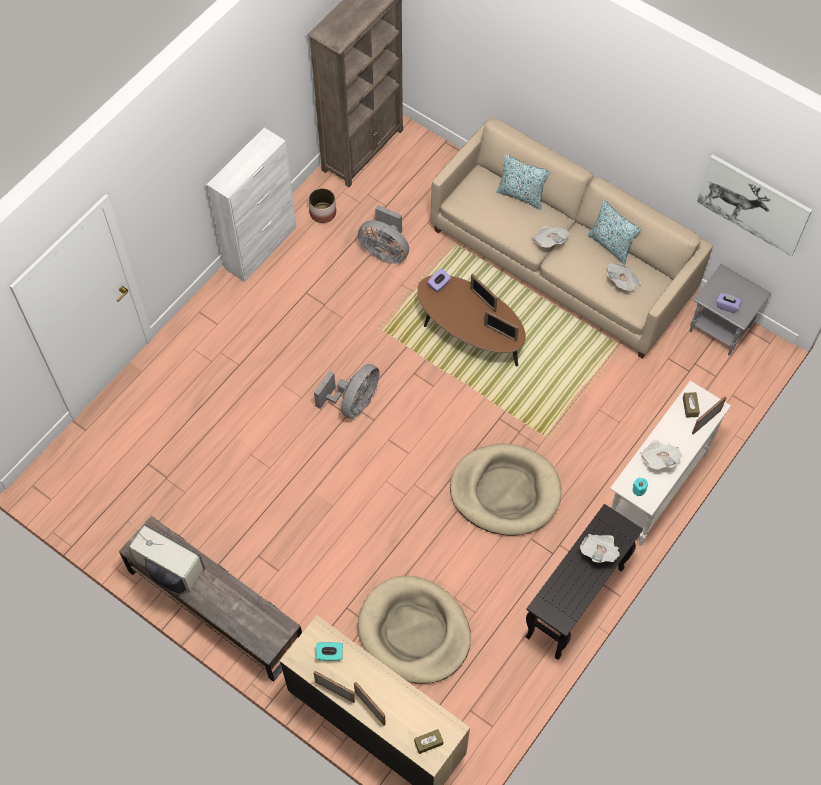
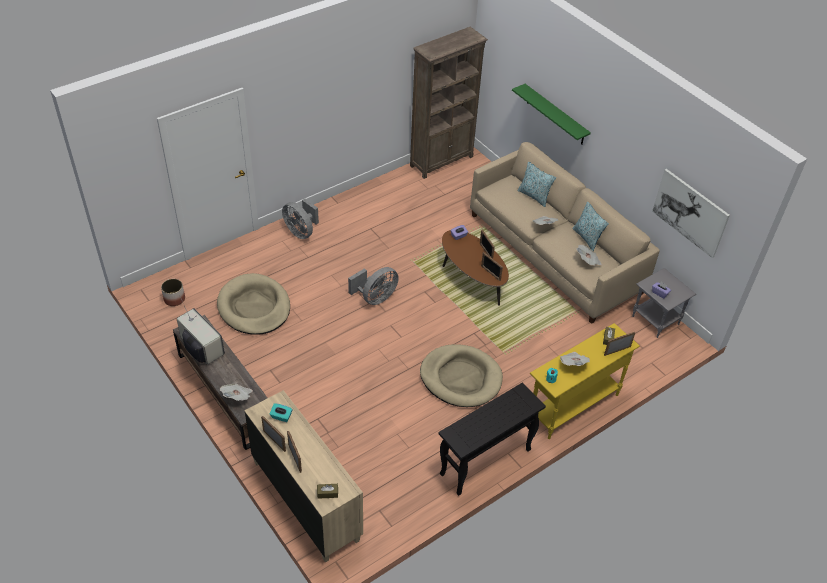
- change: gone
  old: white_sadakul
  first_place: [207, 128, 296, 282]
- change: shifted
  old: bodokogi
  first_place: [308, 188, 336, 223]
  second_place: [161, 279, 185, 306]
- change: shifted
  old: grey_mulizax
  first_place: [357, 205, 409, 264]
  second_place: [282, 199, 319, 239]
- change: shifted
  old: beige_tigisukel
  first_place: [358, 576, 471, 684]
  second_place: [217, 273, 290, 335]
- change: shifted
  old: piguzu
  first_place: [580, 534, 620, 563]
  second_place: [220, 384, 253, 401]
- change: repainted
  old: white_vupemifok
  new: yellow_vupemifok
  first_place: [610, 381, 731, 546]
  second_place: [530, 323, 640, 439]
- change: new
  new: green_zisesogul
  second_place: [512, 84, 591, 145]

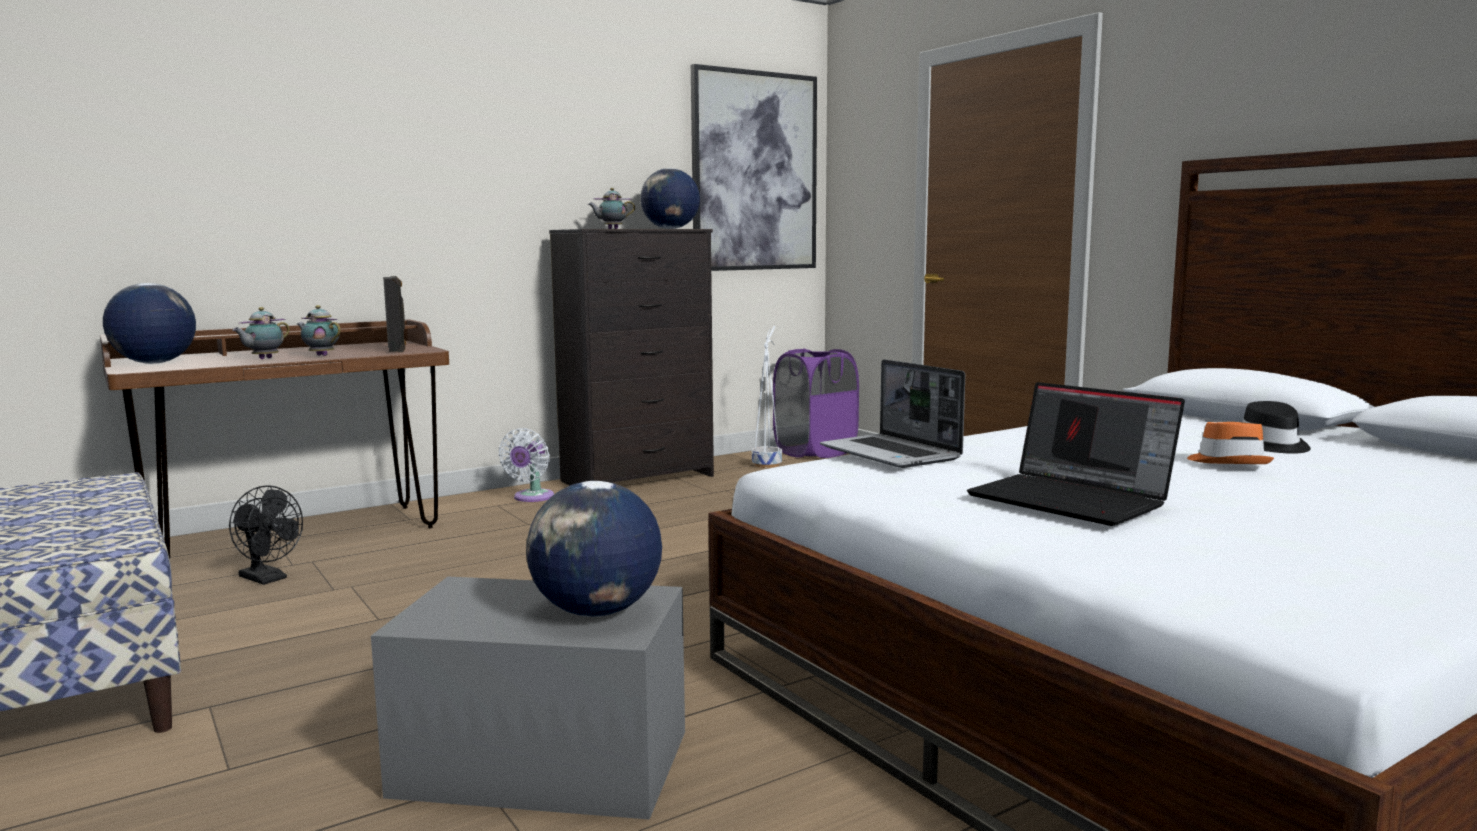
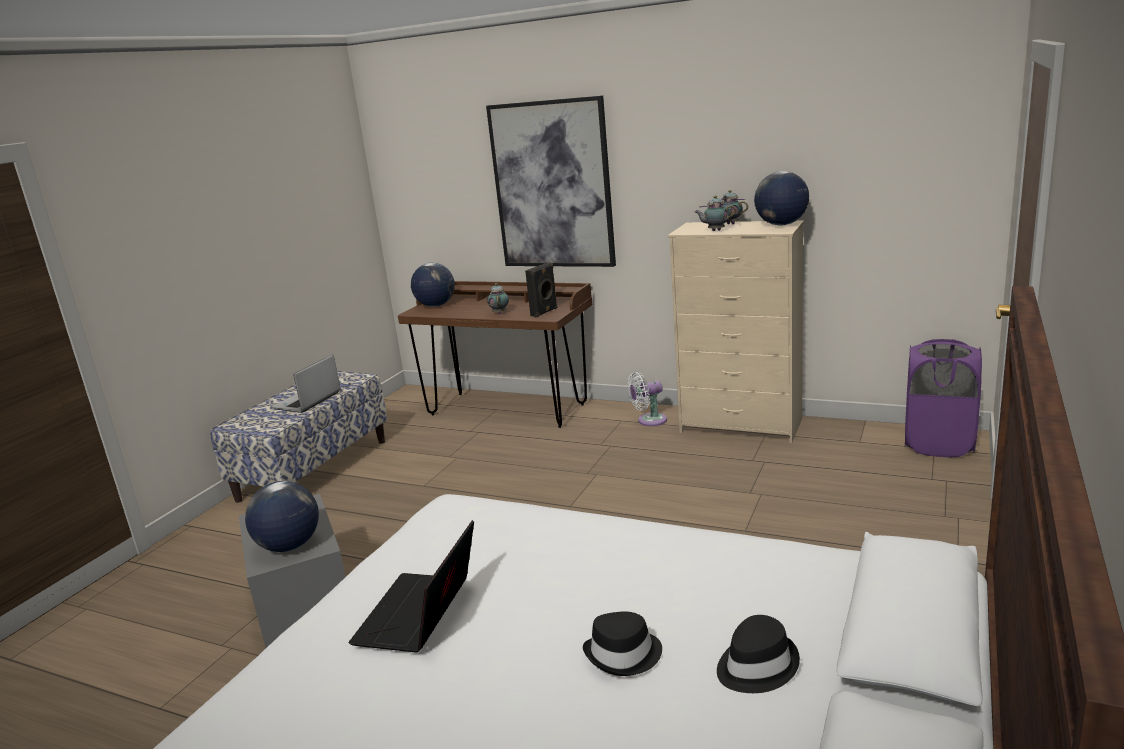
- change: gone
  old: black_mulizax
  first_place: [229, 485, 303, 585]
- change: shifted
  old: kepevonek
  first_place: [232, 307, 290, 359]
  second_place: [695, 196, 736, 231]
- change: repainted
  old: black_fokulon
  new: beige_fokulon
  first_place: [549, 229, 714, 486]
  second_place: [668, 220, 804, 443]
- change: shifted
  old: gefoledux
  first_place: [691, 64, 817, 271]
  second_place: [486, 95, 616, 267]
- change: gone
  old: white_bodokogi
  first_place: [752, 326, 782, 468]
- change: shifted
  old: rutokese
  first_place: [820, 359, 965, 468]
  second_place: [272, 354, 341, 413]
- change: repainted
  old: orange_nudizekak
  new: black_nudizekak
  first_place: [1187, 422, 1274, 464]
  second_place: [583, 612, 662, 676]

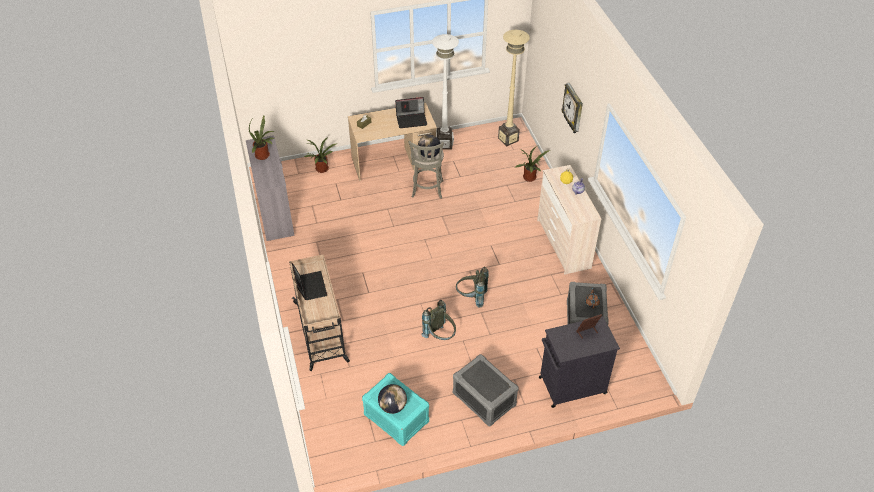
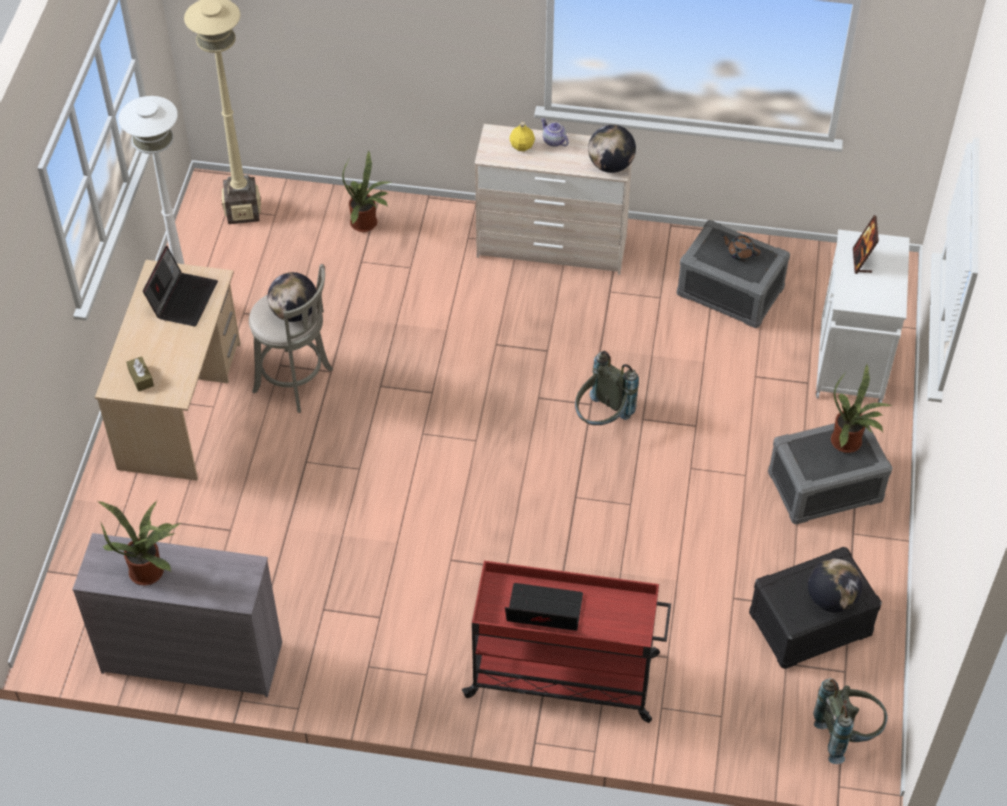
- change: repainted
  old: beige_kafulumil
  new: red_kafulumil
  first_place: [289, 254, 350, 371]
  second_place: [462, 561, 671, 723]
- change: shifted
  old: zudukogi
  first_place: [304, 137, 338, 173]
  second_place: [831, 364, 892, 453]
- change: repainted
  old: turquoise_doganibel
  new: black_doganibel
  first_place: [362, 373, 429, 446]
  second_place: [749, 547, 882, 669]
- change: shifted
  old: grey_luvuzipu
  first_place: [421, 300, 456, 340]
  second_place: [813, 678, 888, 764]
- change: repainted
  old: black_sadakul
  new: white_sadakul
  first_place: [539, 316, 620, 408]
  second_place: [816, 229, 910, 403]
- change: gone
  old: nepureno
  first_place: [561, 83, 583, 133]
- change: new
  new: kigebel
  second_place: [588, 125, 636, 173]

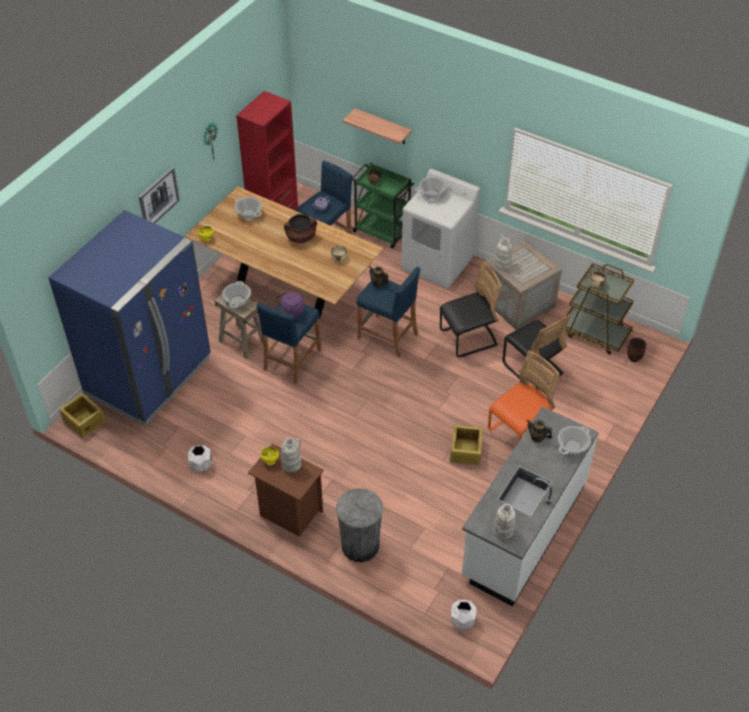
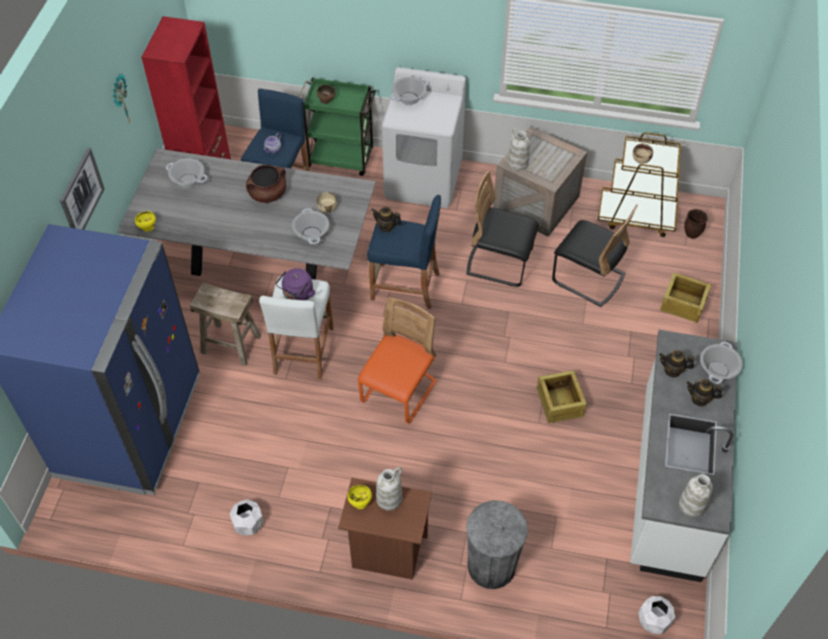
- change: shifted
  old: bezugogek
  first_place: [59, 393, 106, 438]
  second_place: [660, 272, 712, 323]
- change: repainted
  old: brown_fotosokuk
  new: grey_fotosokuk
  first_place: [185, 186, 384, 320]
  second_place: [117, 148, 376, 280]
- change: shifted
  old: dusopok
  first_place: [222, 281, 251, 308]
  second_place: [292, 208, 329, 245]
- change: repainted
  old: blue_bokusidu
  new: white_bokusidu
  first_place: [256, 302, 321, 383]
  second_place: [259, 276, 334, 380]
- change: gone
  old: zisesogul
  first_place: [343, 108, 412, 144]
- change: rotated
  old: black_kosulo
  first_place: [439, 262, 501, 358]
  second_place: [466, 170, 539, 287]
  degrees: -120
- change: shifted
  old: orange_kosulo
  first_place: [488, 351, 560, 441]
  second_place: [358, 297, 437, 424]
- change: new
  new: kepevonek
  second_place: [687, 379, 723, 407]

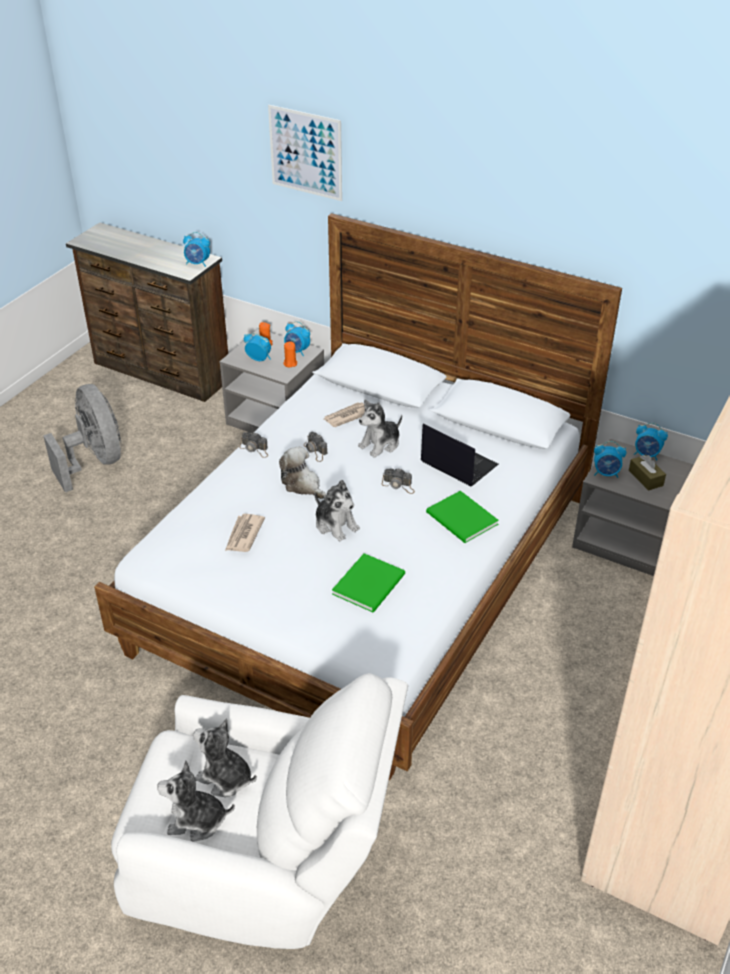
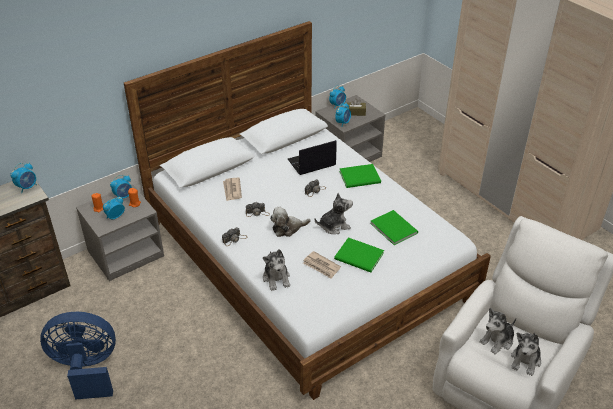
- change: repainted
  old: grey_mulizax
  new: blue_mulizax
  first_place: [43, 384, 121, 492]
  second_place: [40, 312, 116, 400]
- change: gone
  old: gefoledux
  first_place: [268, 105, 342, 201]
- change: shifted
  old: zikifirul
  first_place: [358, 399, 402, 458]
  second_place: [263, 249, 290, 291]
- change: new
  new: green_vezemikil
  second_place: [334, 237, 384, 273]

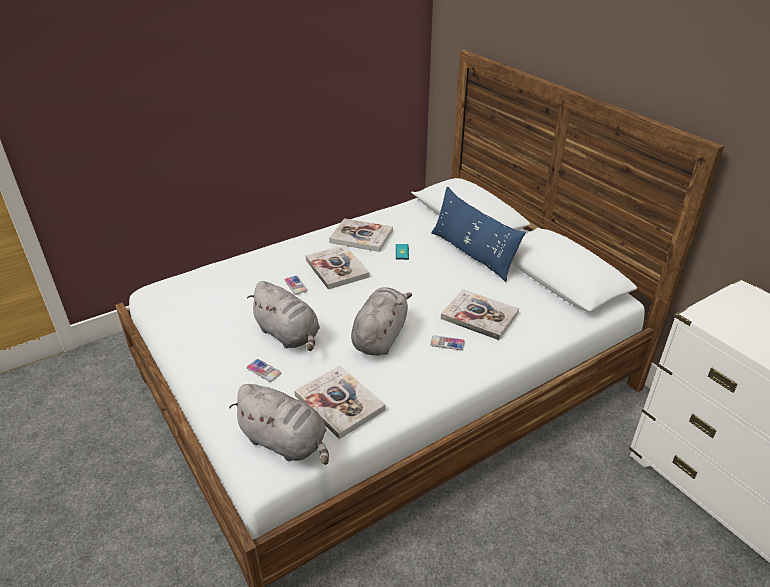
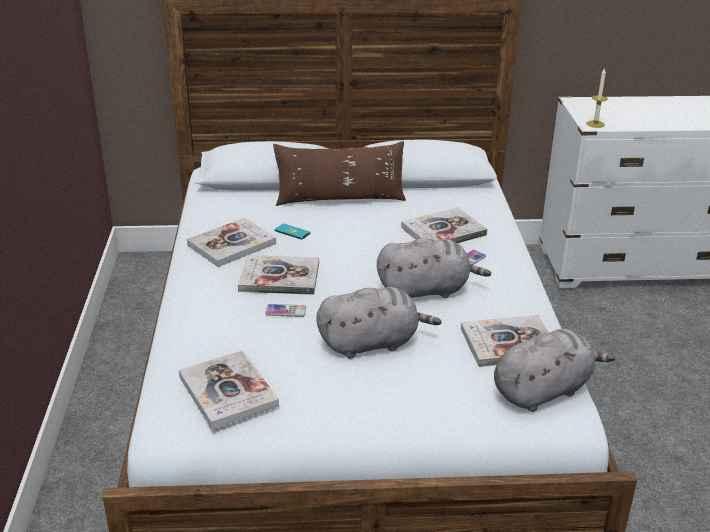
- change: gone
  old: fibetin
  first_place: [247, 359, 281, 382]
- change: rotated
  old: grey_zikifirul
  first_place: [351, 288, 412, 356]
  second_place: [377, 238, 491, 298]
  degrees: 120
- change: repainted
  old: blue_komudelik
  new: brown_komudelik
  first_place: [431, 186, 526, 282]
  second_place: [273, 141, 406, 206]
- change: new
  new: vezemikil
  second_place: [179, 351, 279, 429]
- change: new
  new: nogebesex
  second_place: [587, 68, 608, 128]

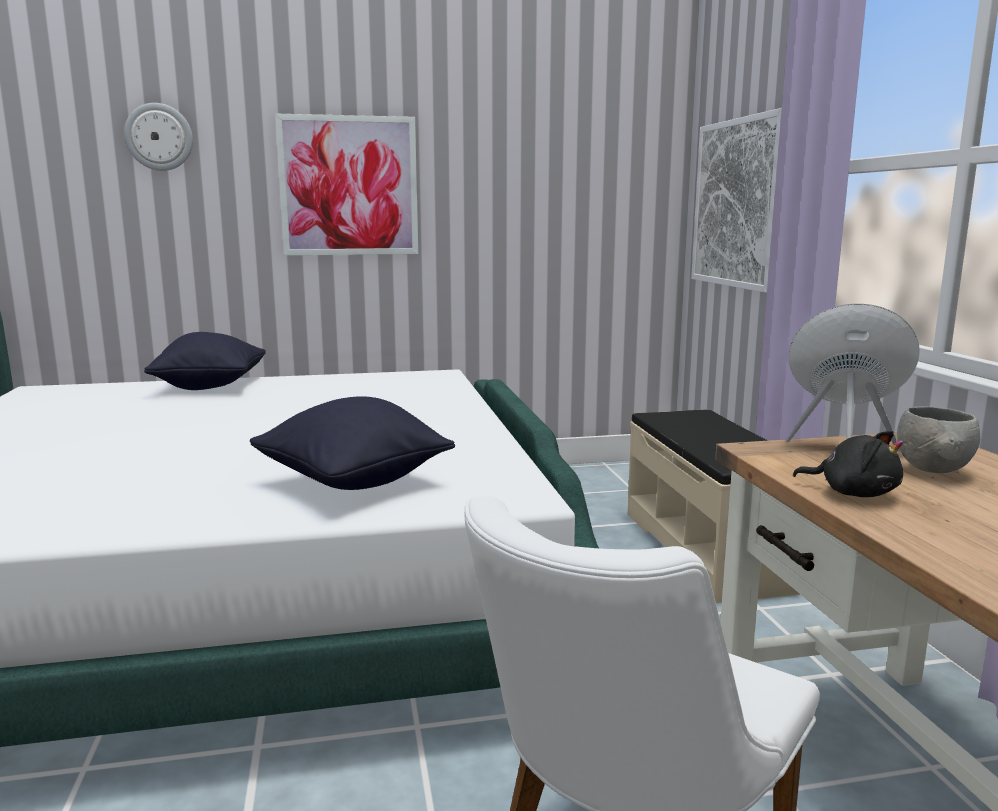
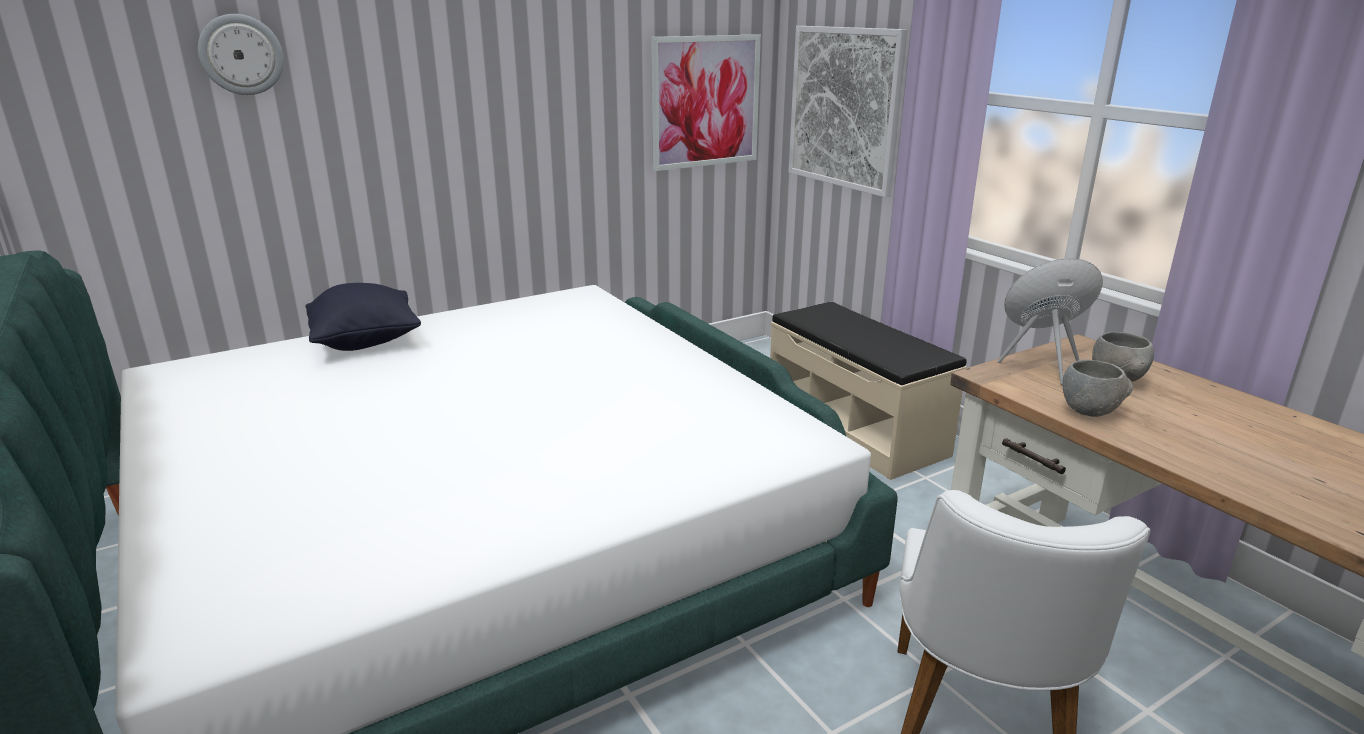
- change: gone
  old: black_komudelik
  first_place: [250, 396, 455, 490]
- change: shifted
  old: gefoledux
  first_place: [275, 114, 418, 255]
  second_place: [651, 34, 761, 171]
- change: swapped
  old: black_zikifirul
  new: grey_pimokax
  first_place: [793, 431, 903, 497]
  second_place: [1062, 360, 1133, 417]

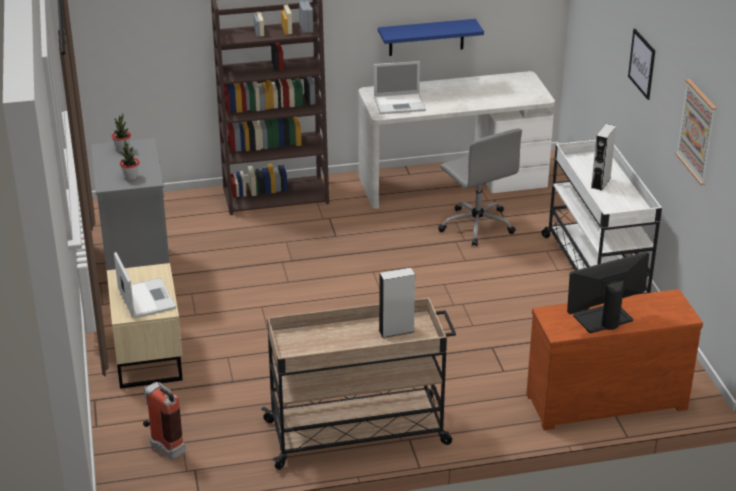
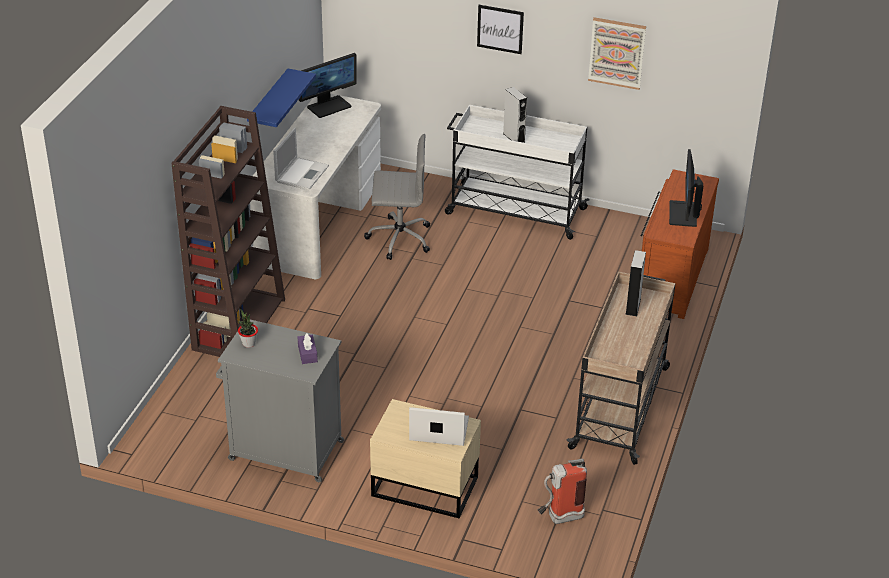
- change: swapped
  old: zudukogi
  new: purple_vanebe
  first_place: [120, 141, 140, 180]
  second_place: [298, 333, 318, 364]
- change: new
  new: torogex
  second_place: [299, 53, 357, 118]

